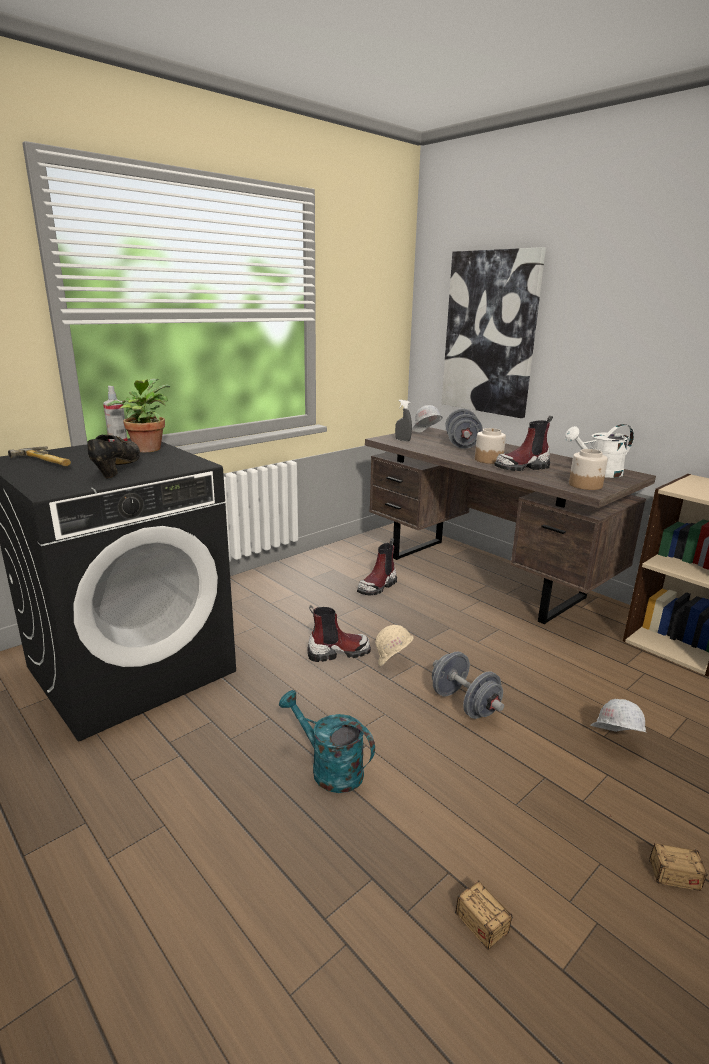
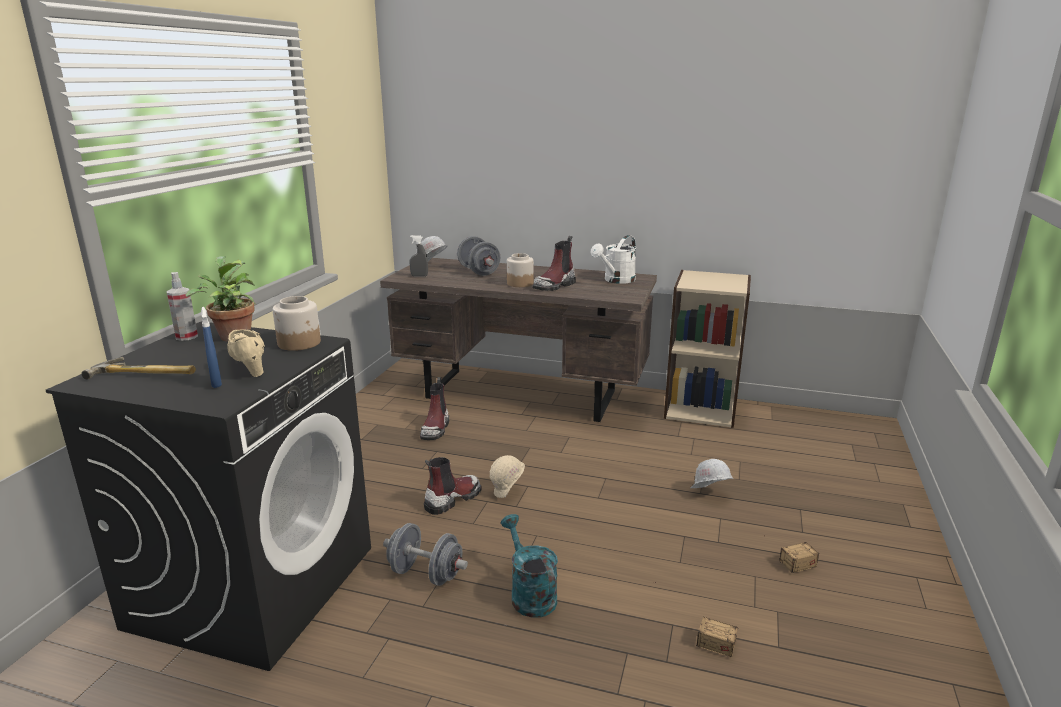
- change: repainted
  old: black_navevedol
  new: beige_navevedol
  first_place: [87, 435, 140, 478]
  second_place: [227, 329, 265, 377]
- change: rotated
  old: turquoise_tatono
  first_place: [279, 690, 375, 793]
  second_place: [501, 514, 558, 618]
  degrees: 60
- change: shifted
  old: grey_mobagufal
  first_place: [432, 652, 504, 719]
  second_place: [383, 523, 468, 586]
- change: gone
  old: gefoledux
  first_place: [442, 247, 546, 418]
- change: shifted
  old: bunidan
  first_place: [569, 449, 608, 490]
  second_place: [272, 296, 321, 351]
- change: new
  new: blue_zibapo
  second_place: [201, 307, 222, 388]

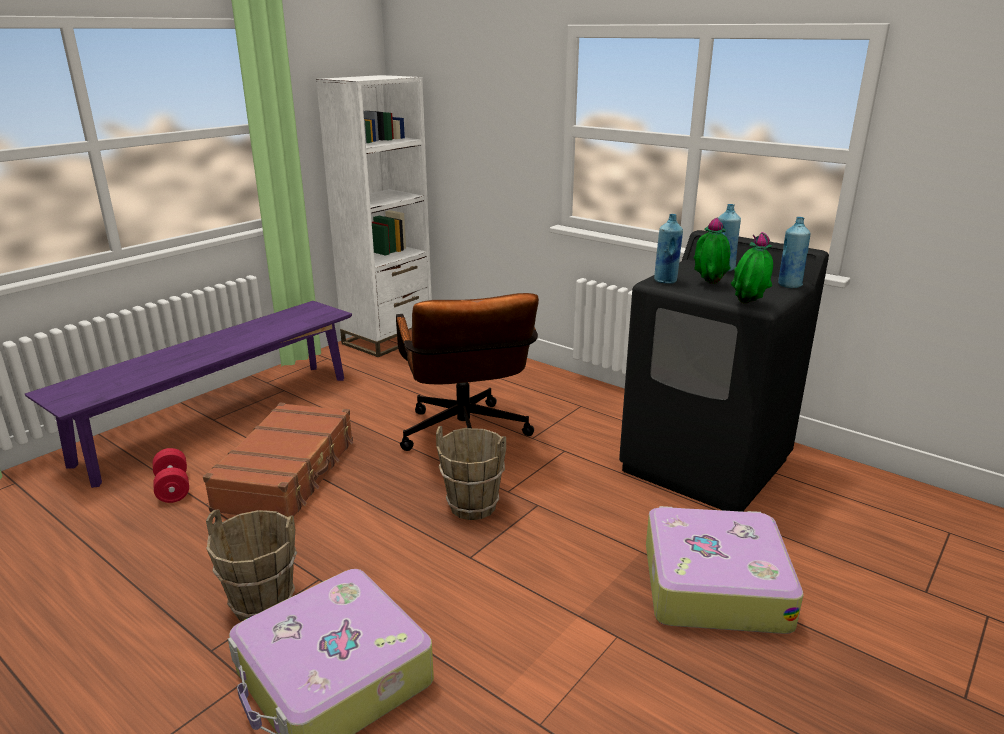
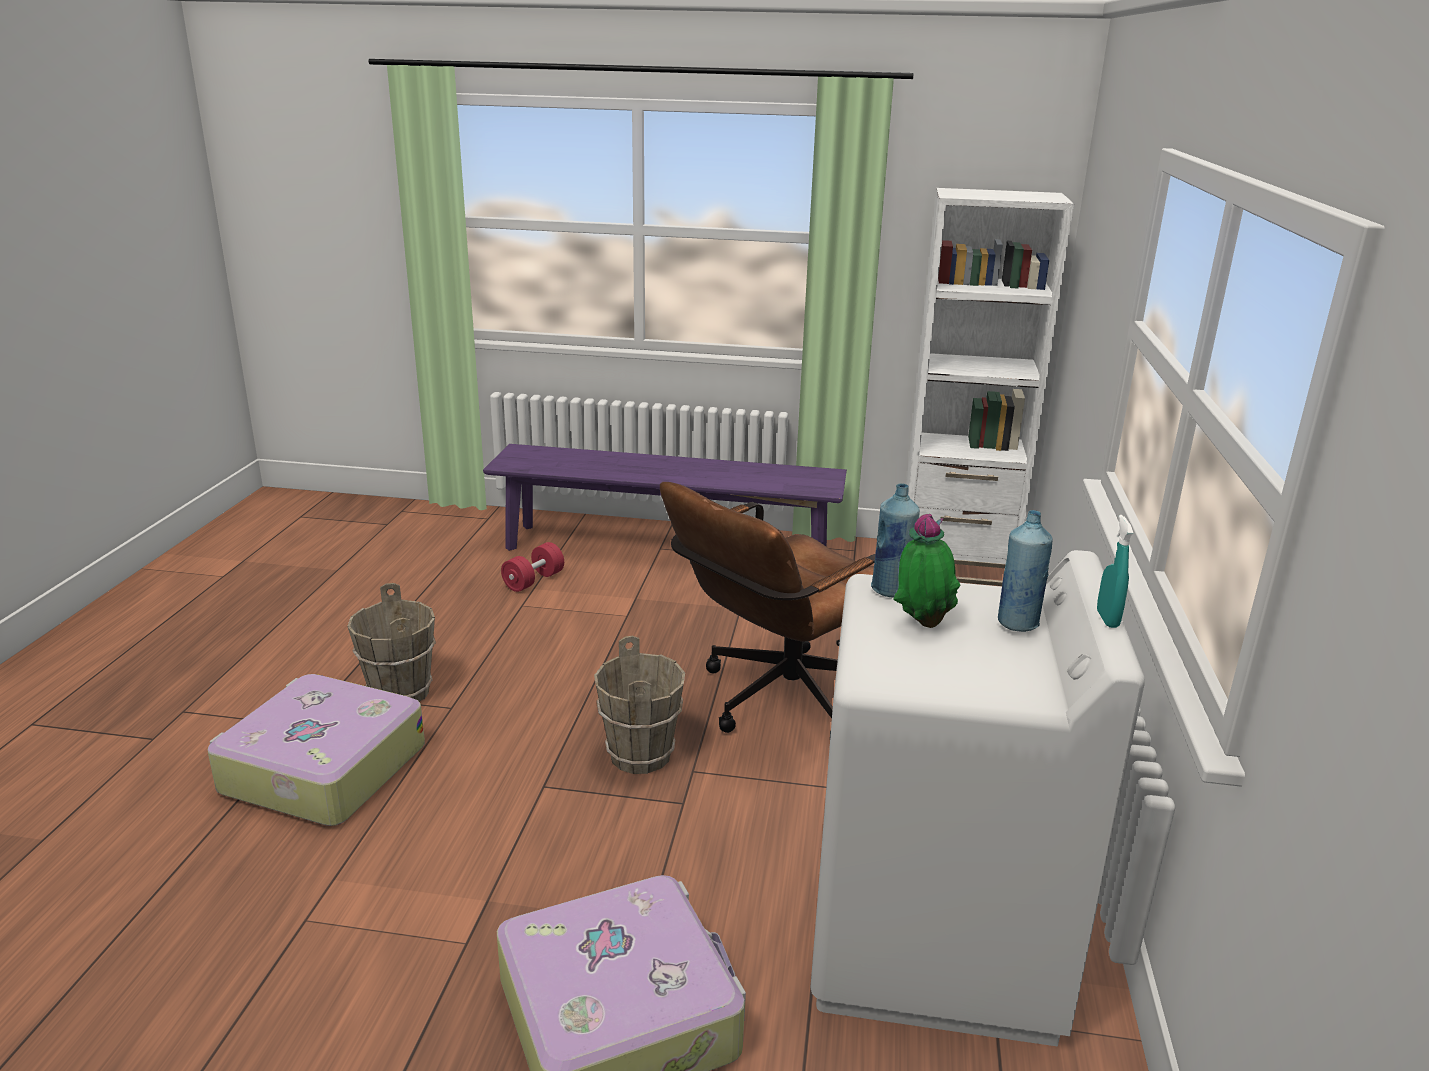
- change: gone
  old: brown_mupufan
  first_place: [203, 403, 353, 517]
- change: repainted
  old: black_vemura
  new: white_vemura
  first_place: [619, 230, 829, 512]
  second_place: [810, 550, 1145, 1047]
- change: gone
  old: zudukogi
  first_place: [731, 232, 773, 304]
- change: gone
  old: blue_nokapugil
  first_place: [778, 217, 811, 288]
- change: new
  new: turquoise_zibapo
  second_place: [1097, 515, 1133, 628]

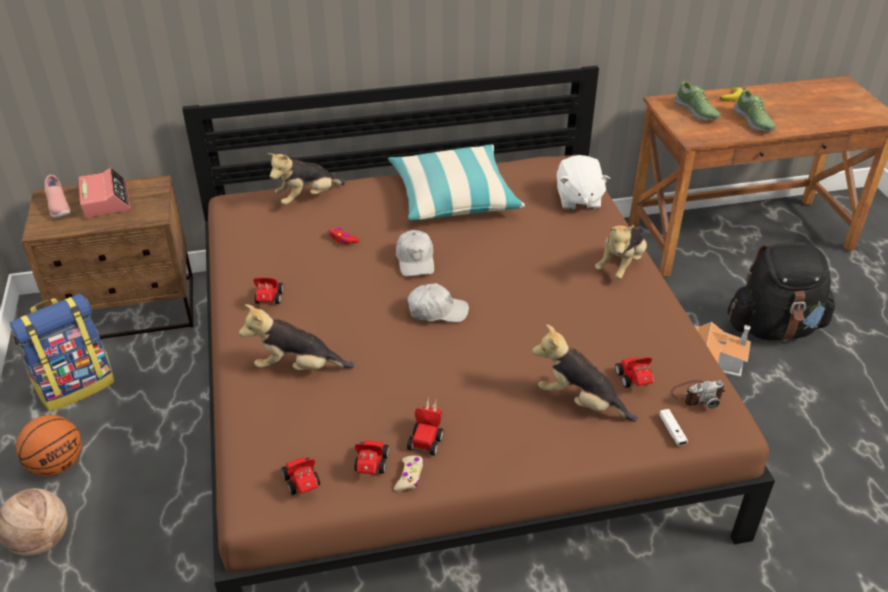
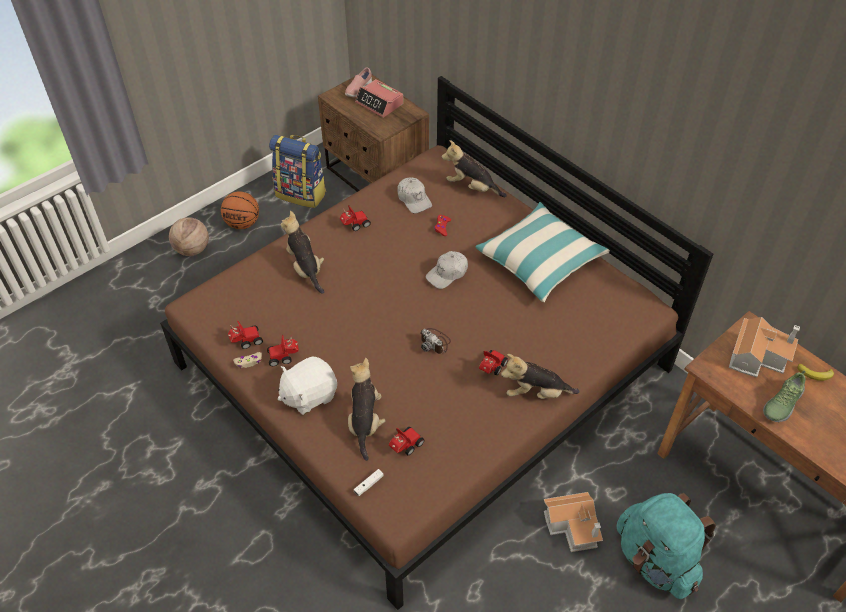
- change: rotated
  old: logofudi
  first_place: [78, 168, 130, 218]
  second_place: [355, 79, 403, 118]
  degrees: 90
- change: shifted
  old: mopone
  first_place: [281, 457, 320, 495]
  second_place: [479, 350, 508, 375]
- change: shifted
  old: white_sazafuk
  first_place: [408, 283, 469, 322]
  second_place: [397, 178, 432, 213]
- change: shifted
  old: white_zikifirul
  first_place: [557, 155, 610, 210]
  second_place: [278, 357, 337, 415]
- change: shifted
  old: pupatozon
  first_place: [671, 380, 725, 409]
  second_place: [420, 328, 451, 354]
- change: swapped
  old: navevedol
  new: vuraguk
  first_place: [674, 79, 721, 120]
  second_place: [729, 317, 800, 377]
- change: repainted
  old: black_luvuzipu
  new: turquoise_luvuzipu
  first_place: [728, 243, 835, 341]
  second_place: [617, 493, 716, 599]

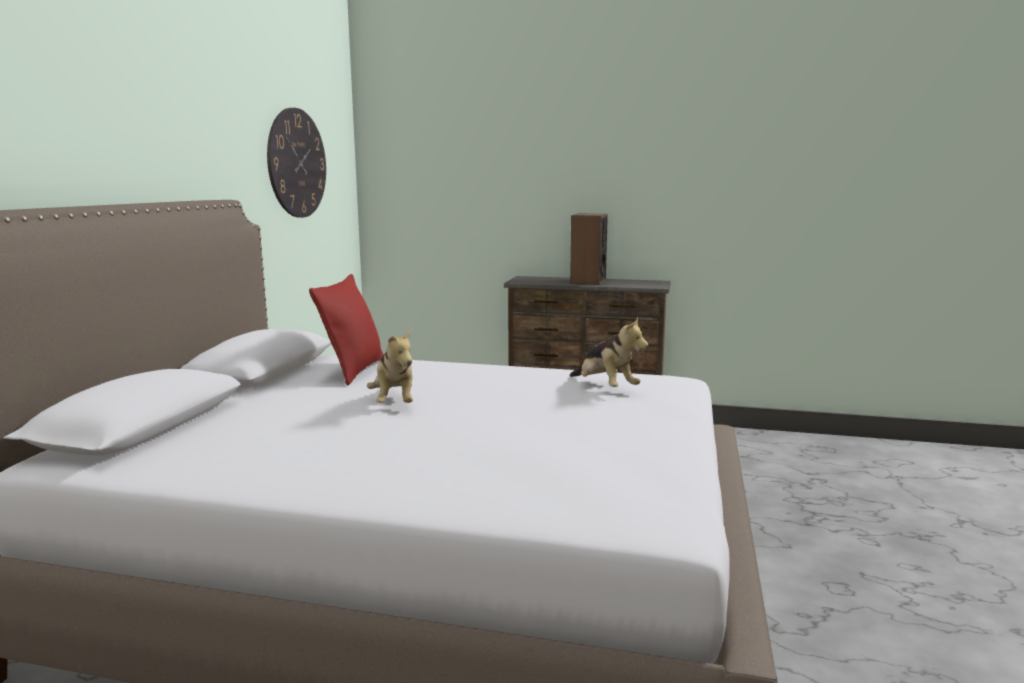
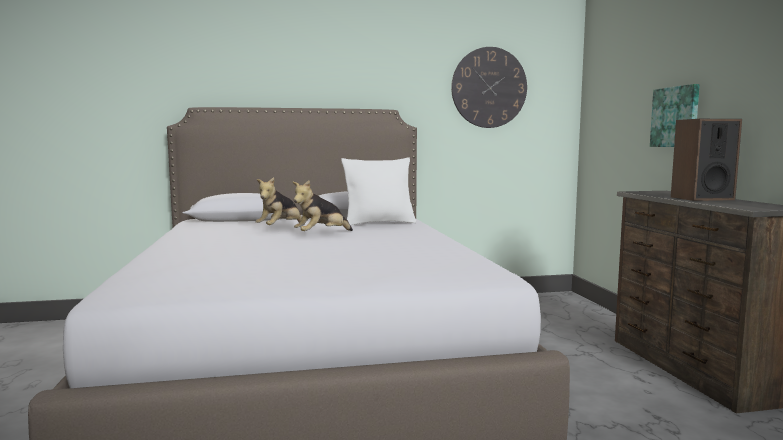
- change: repainted
  old: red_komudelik
  new: white_komudelik
  first_place: [309, 274, 384, 386]
  second_place: [341, 158, 416, 226]
- change: shifted
  old: zikifirul
  first_place: [570, 317, 648, 387]
  second_place: [256, 177, 302, 225]
- change: new
  new: gefoledux
  second_place: [650, 84, 700, 147]

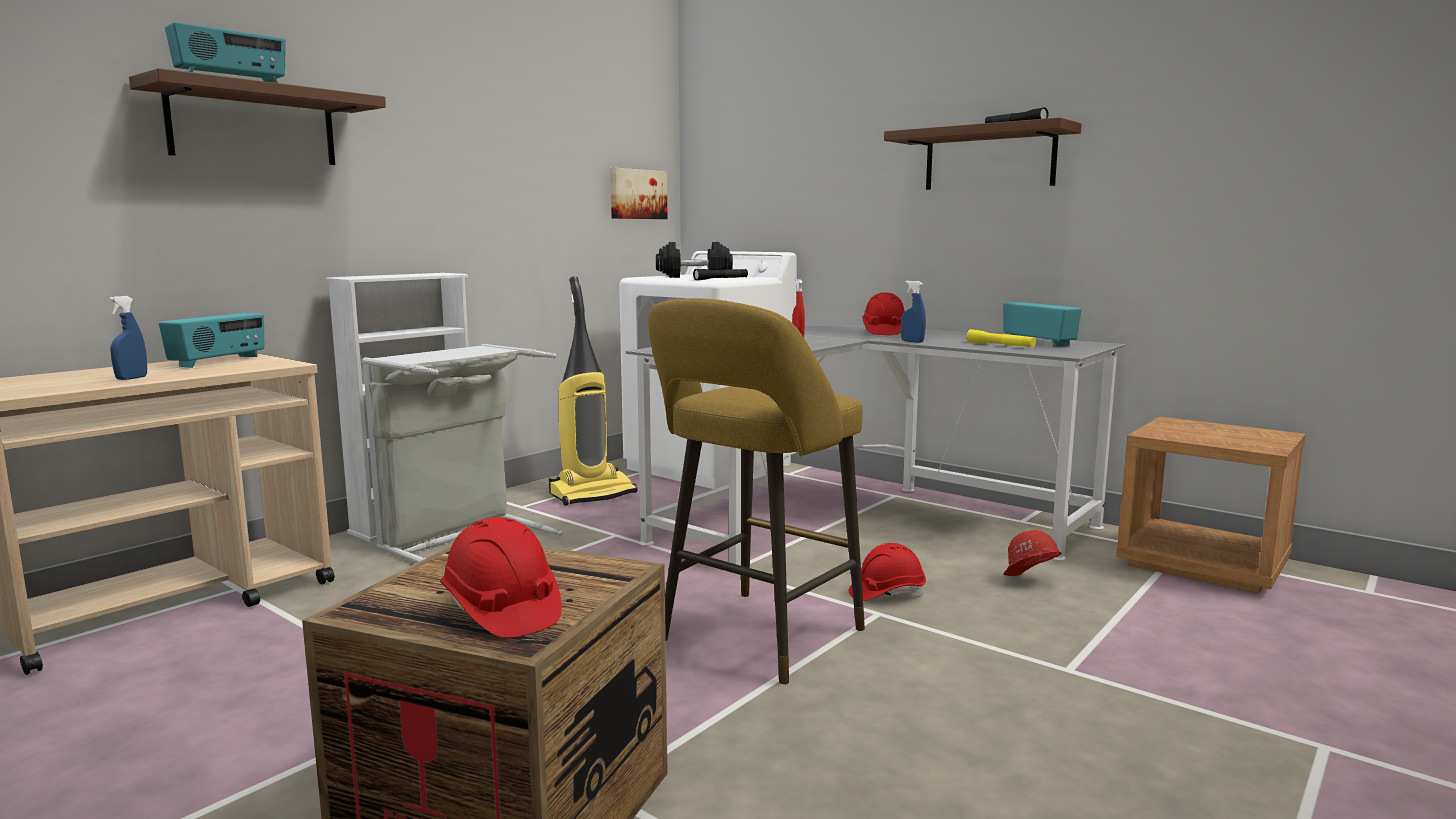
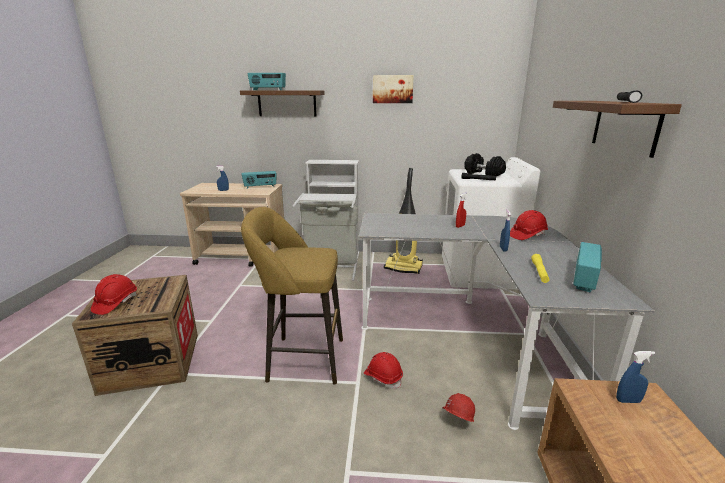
- change: shifted
  old: gefoledux
  first_place: [610, 168, 668, 219]
  second_place: [373, 75, 414, 103]
- change: new
  new: blue_zibapo
  second_place: [616, 351, 655, 403]

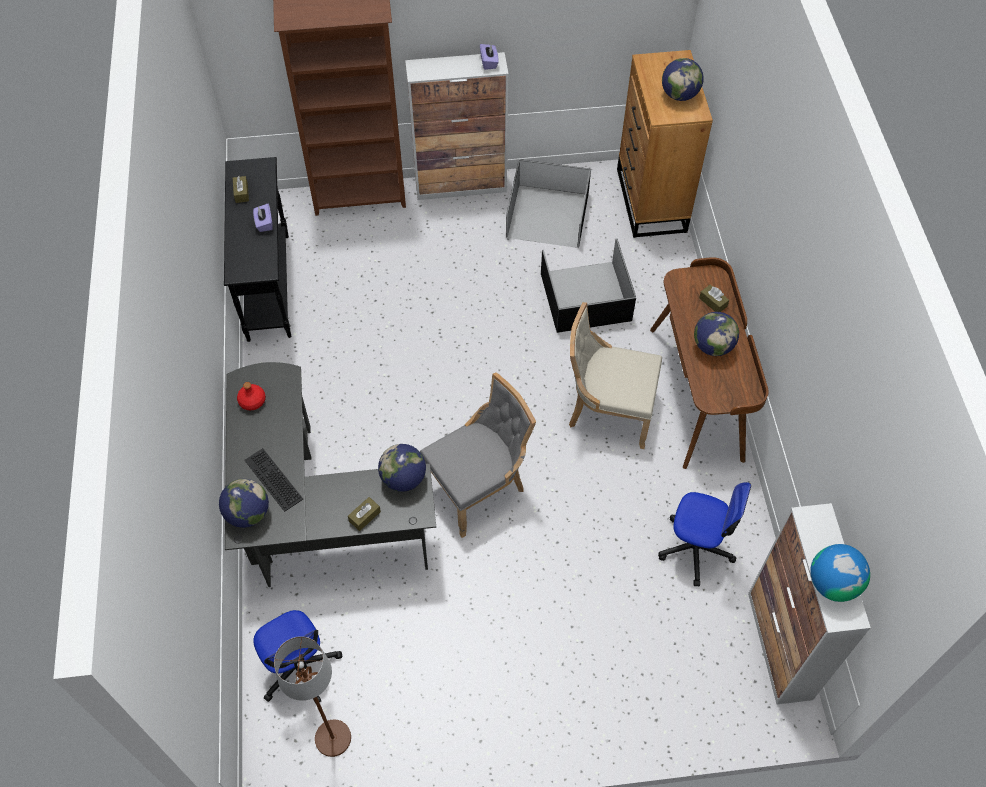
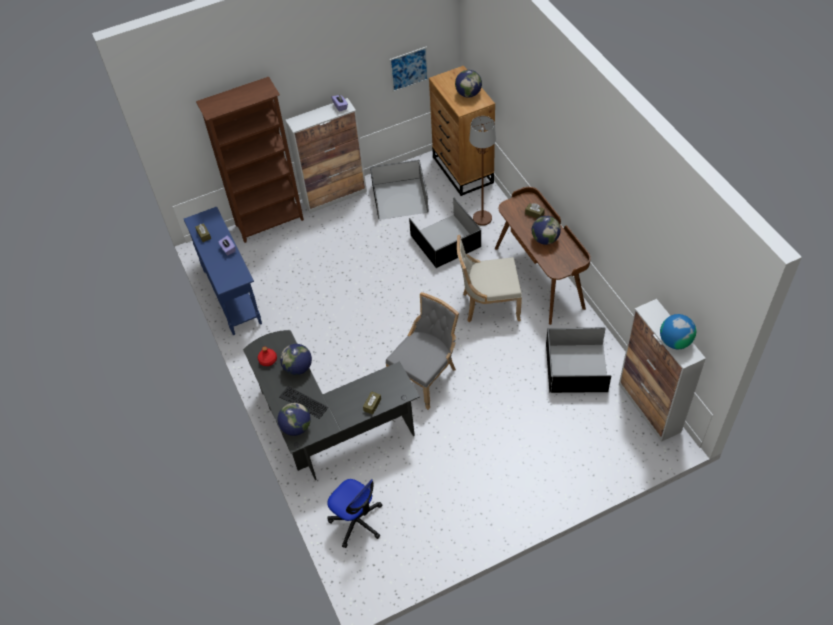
- change: repainted
  old: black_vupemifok
  new: blue_vupemifok
  first_place: [224, 157, 291, 342]
  second_place: [183, 207, 262, 335]
- change: shifted
  old: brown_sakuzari
  first_place: [274, 636, 351, 757]
  second_place: [469, 116, 496, 226]
- change: shifted
  old: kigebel
  first_place: [378, 444, 426, 492]
  second_place: [280, 344, 312, 375]
- change: swapped
  old: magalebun
  new: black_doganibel
  first_place: [658, 482, 751, 587]
  second_place: [546, 327, 611, 393]
- change: new
  new: gefoledux
  second_place: [389, 47, 429, 92]

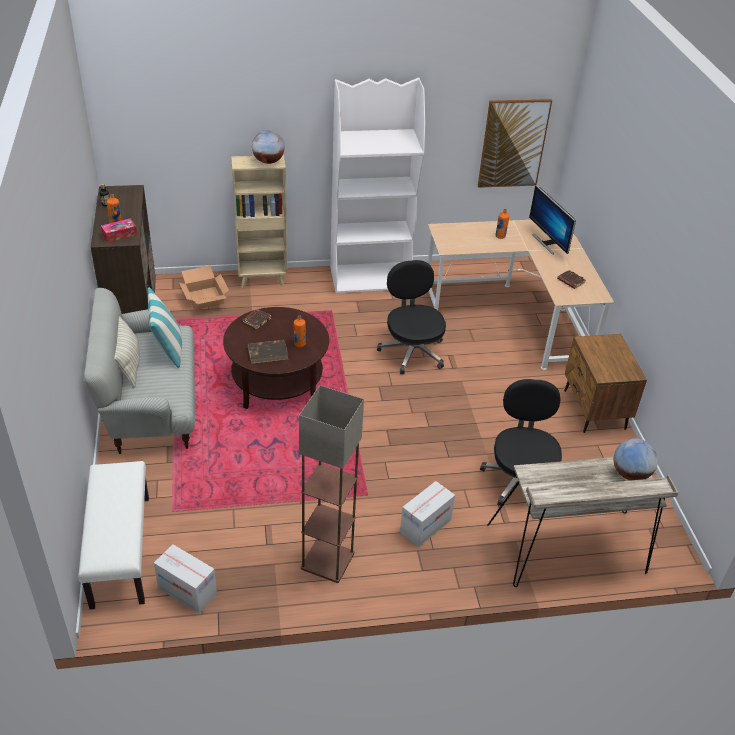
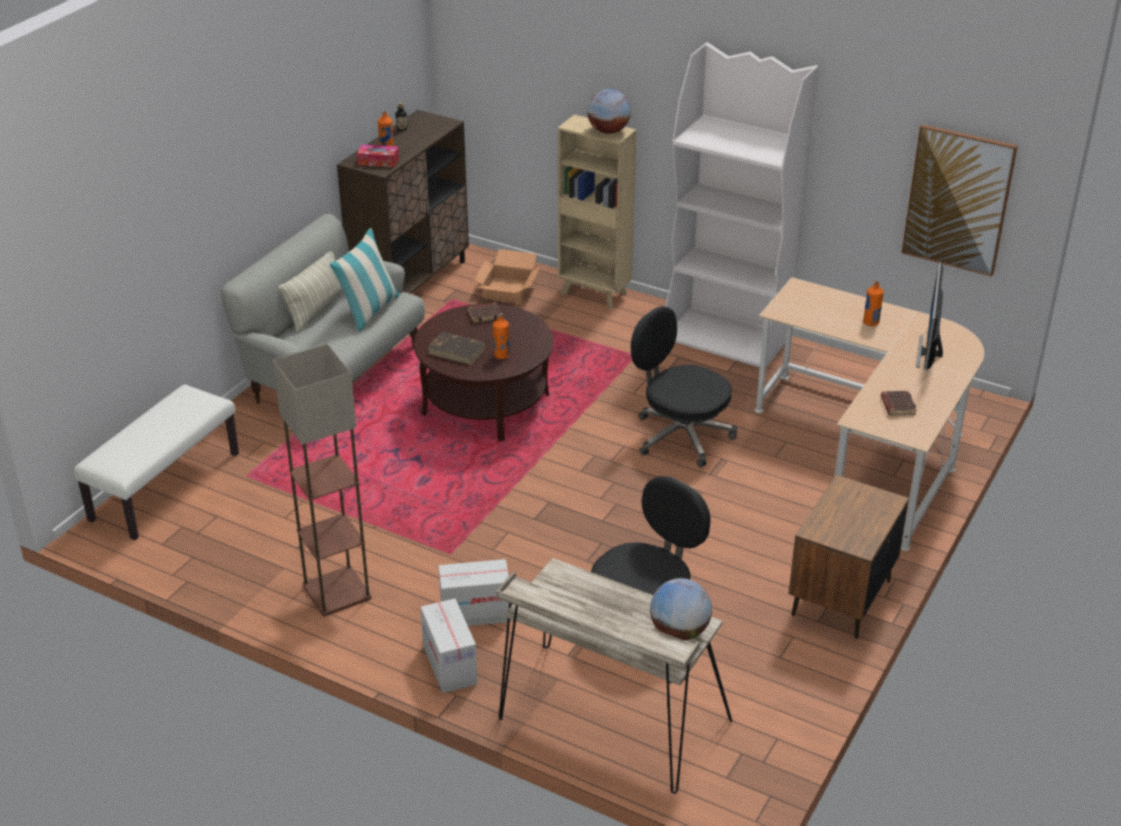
- change: shifted
  old: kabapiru
  first_place: [154, 544, 217, 614]
  second_place: [421, 598, 478, 693]
- change: rotated
  old: black_magalebun
  first_place: [377, 260, 446, 374]
  second_place: [631, 306, 738, 468]
  degrees: -75

